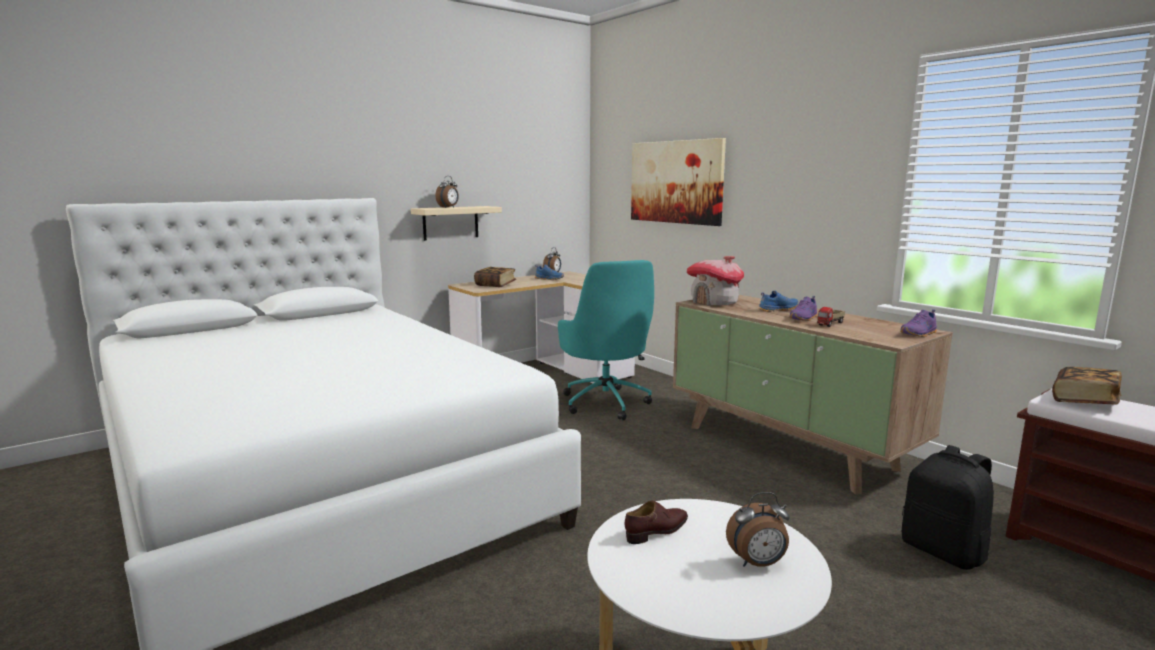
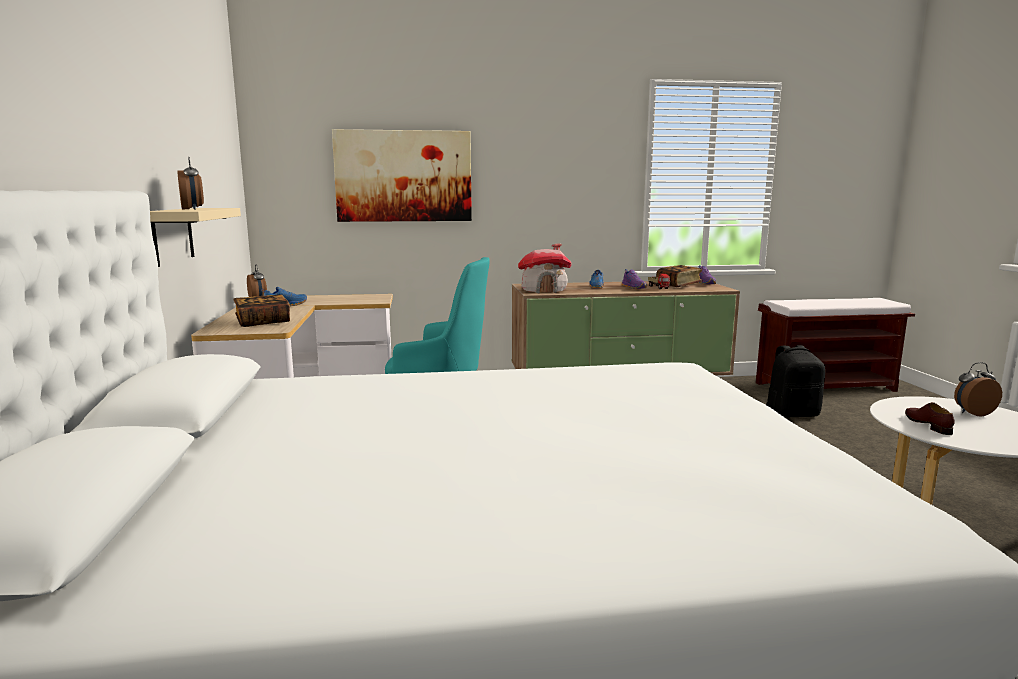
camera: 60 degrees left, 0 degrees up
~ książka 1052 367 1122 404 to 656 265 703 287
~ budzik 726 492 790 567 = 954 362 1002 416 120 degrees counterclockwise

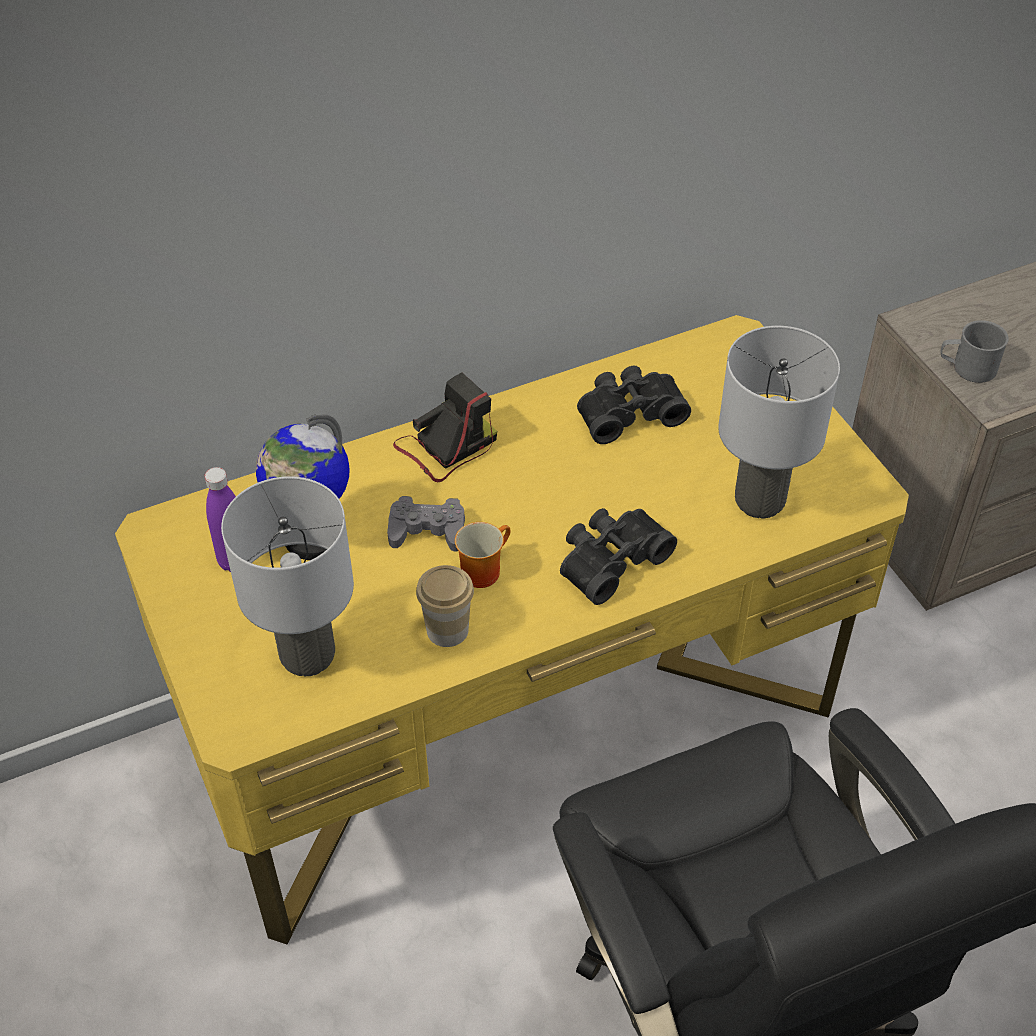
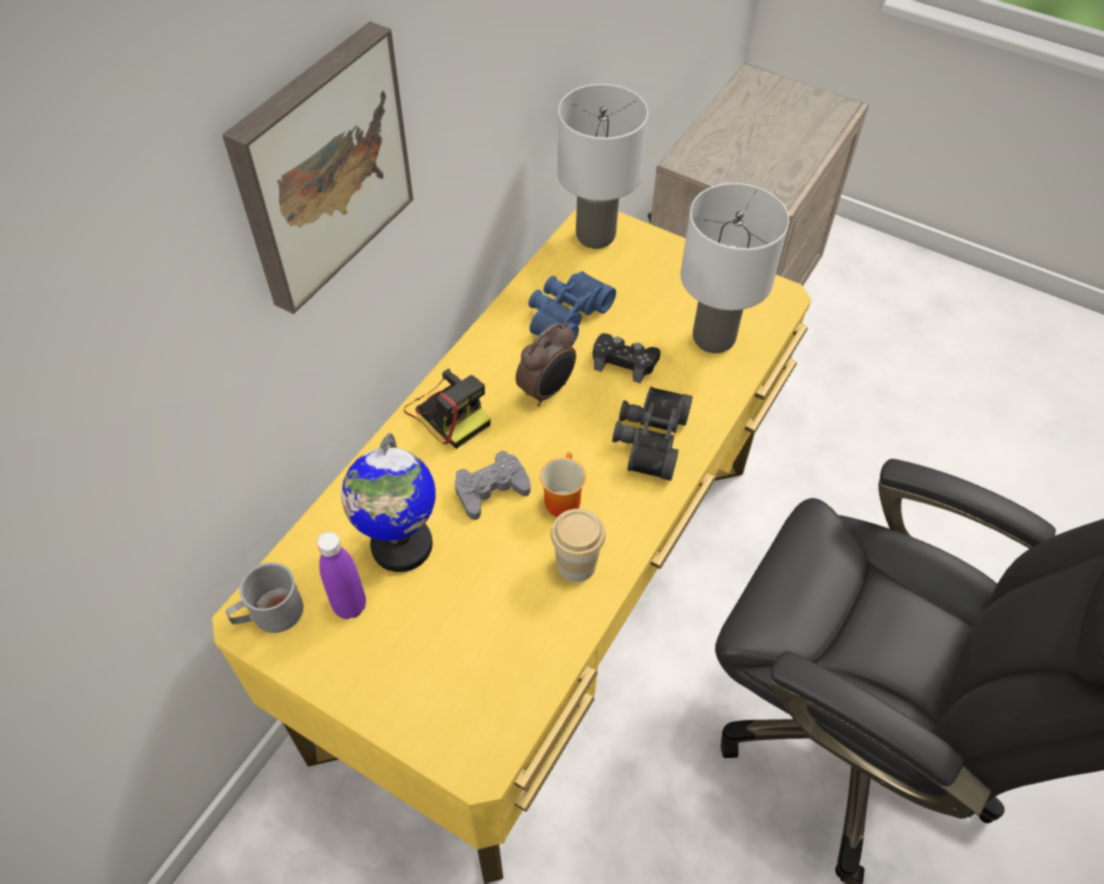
camera: 35 degrees left, 5 degrees up
~ kubek/szary 940 320 1009 383 to 226 562 303 633
~ lornetka/czarny 577 366 691 444 to lornetka/niebieski 528 271 616 346
~ aparat fotograficzny 393 372 497 482 = 404 368 491 449 120 degrees clockwise
~ lampa stołowa/biały 221 476 354 676 to 557 84 648 249
+ obraz 222 21 413 314
+ budzik 516 322 576 407
+ pad do gier/czarny 593 333 661 383

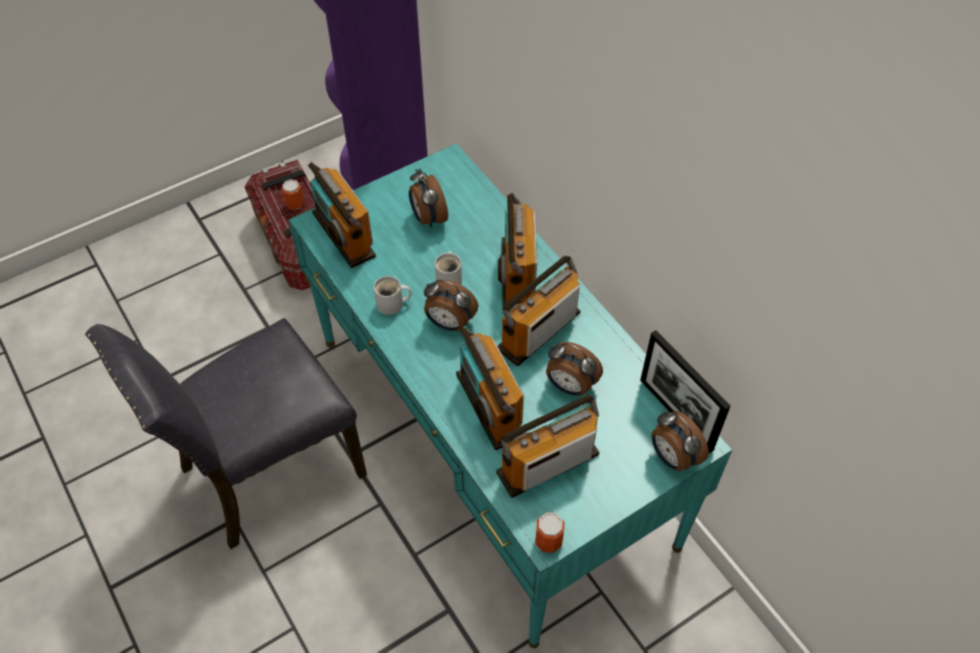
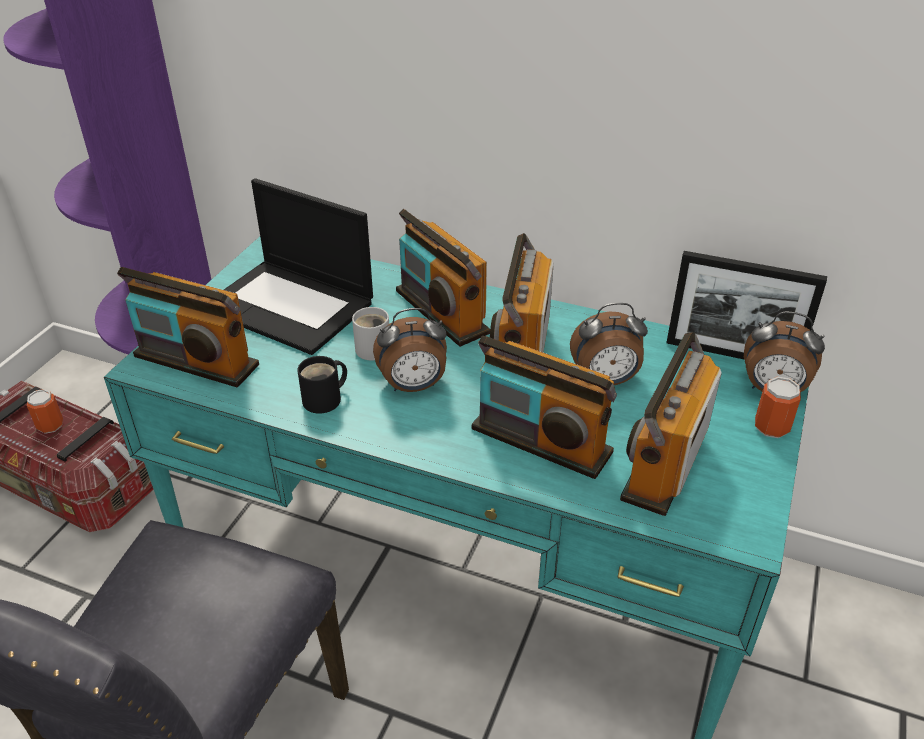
camera: 35 degrees left, 15 degrees down
~ budzik 409 169 448 228 to laptop 224 178 373 355
~ kubek/biały 374 276 412 315 to kubek/czarny 297 356 347 414
~ puszka 535 512 564 553 to 755 376 801 438

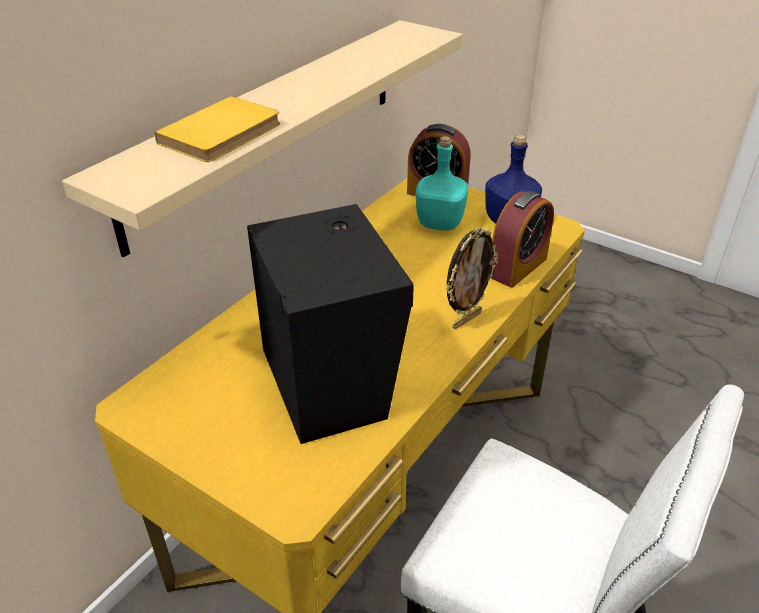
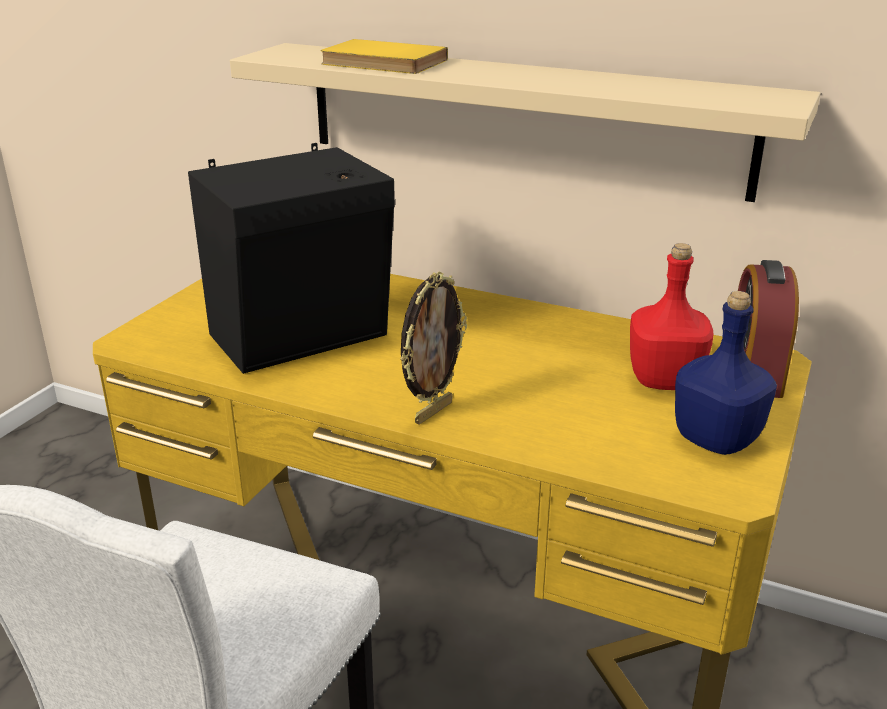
camera: 80 degrees right, 10 degrees down
~ butelka/turkusowy 416 136 468 230 to butelka/czerwony 630 243 714 390
- budzik 491 191 554 288
~ ramka na zdjęcie 446 227 498 329 = 401 271 467 425 90 degrees counterclockwise

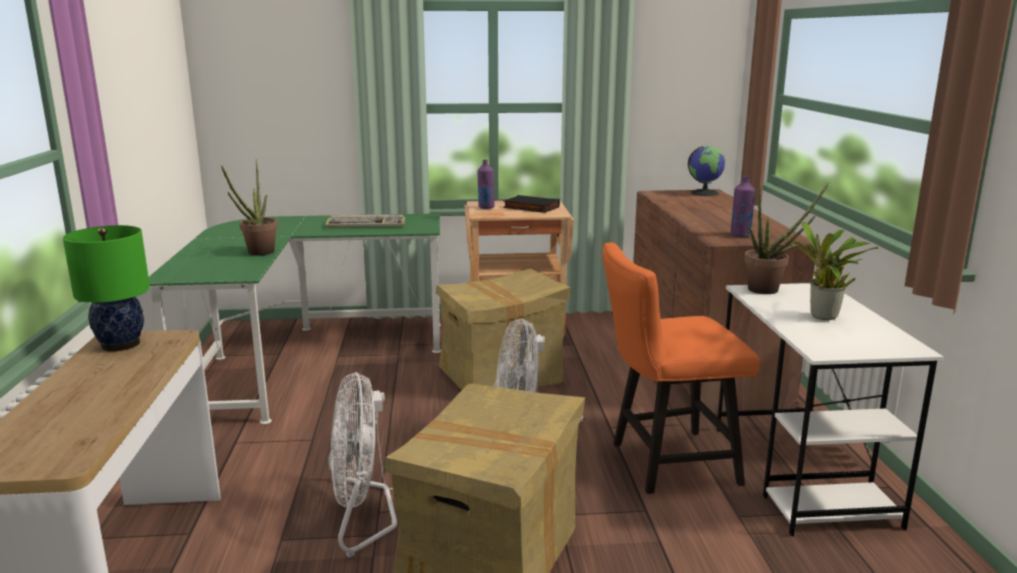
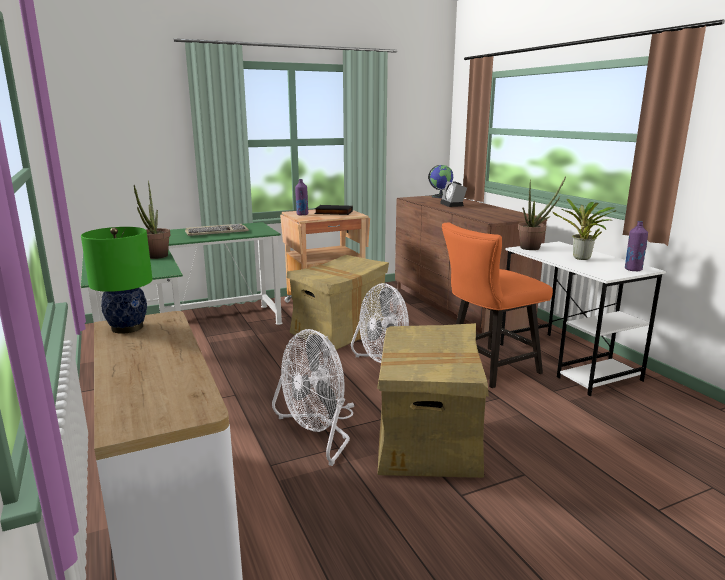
camera: 20 degrees left, 0 degrees up
~ butelka/fioletowy 731 176 755 237 to 625 221 648 271
+ budzik 440 181 467 207

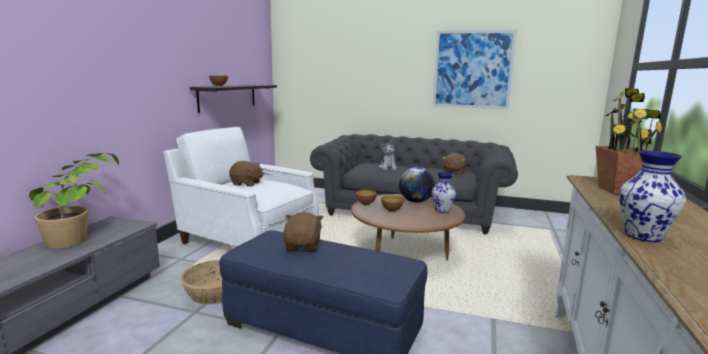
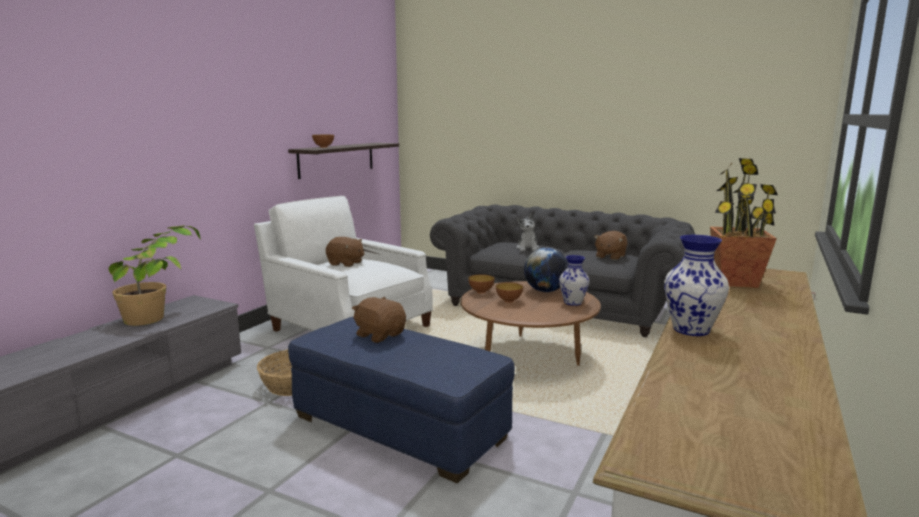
camera: 10 degrees right, 0 degrees up
- obraz 433 30 517 109
~ pluszak/brązowy 283 212 324 252 = 352 297 406 343 60 degrees counterclockwise

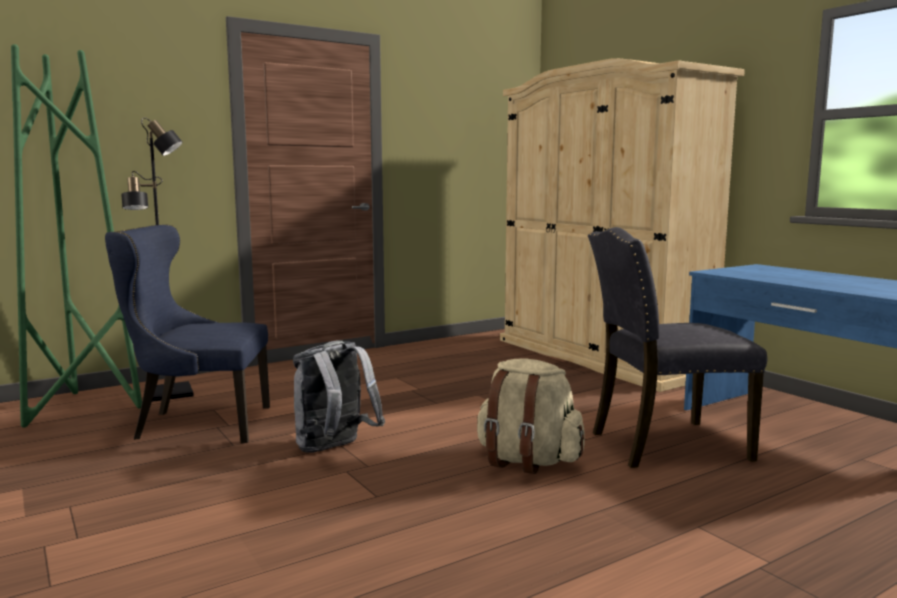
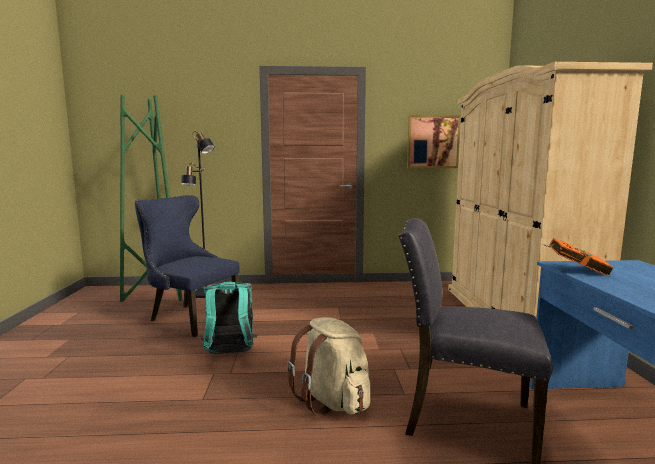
camera: 30 degrees right, 0 degrees up
~ plecak/szary 293 340 385 453 to plecak/turkusowy 201 282 257 354
+ obraz 407 115 461 168
+ książka/pomarańczowy 545 238 614 276

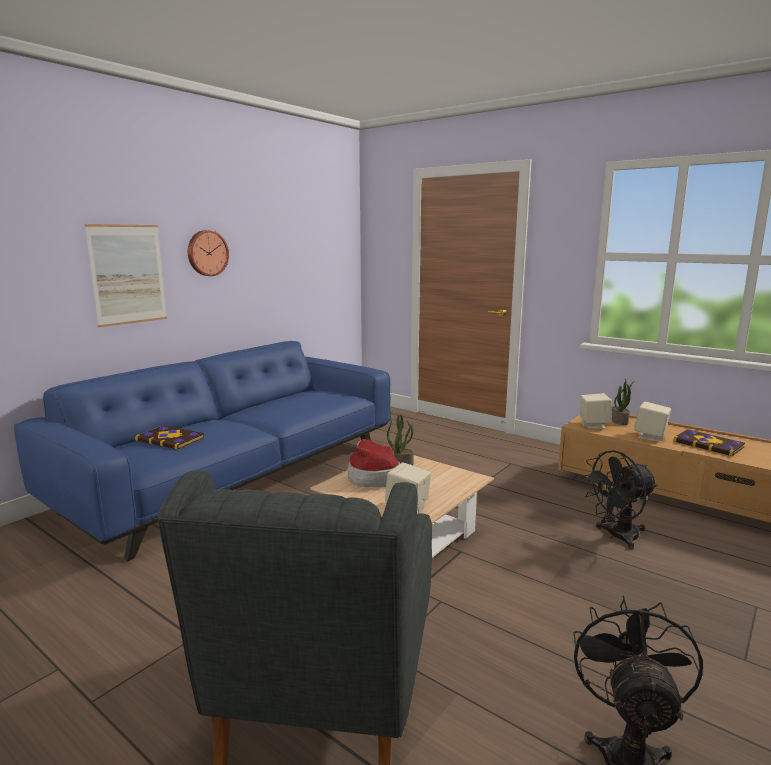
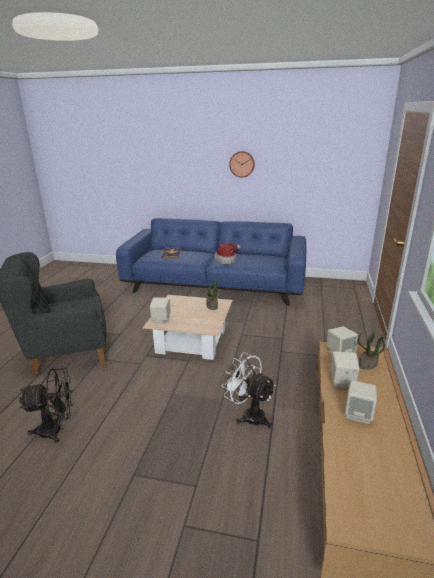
camera: 65 degrees right, 10 degrees up
- obraz 85 224 167 327
~ książka 673 429 745 456 to głośnik/beżowy 345 380 377 424
~ kapelusz 348 439 401 487 to 214 242 241 265
~ wentylator/czarny 581 450 658 549 to wentylator/biały 222 352 276 428

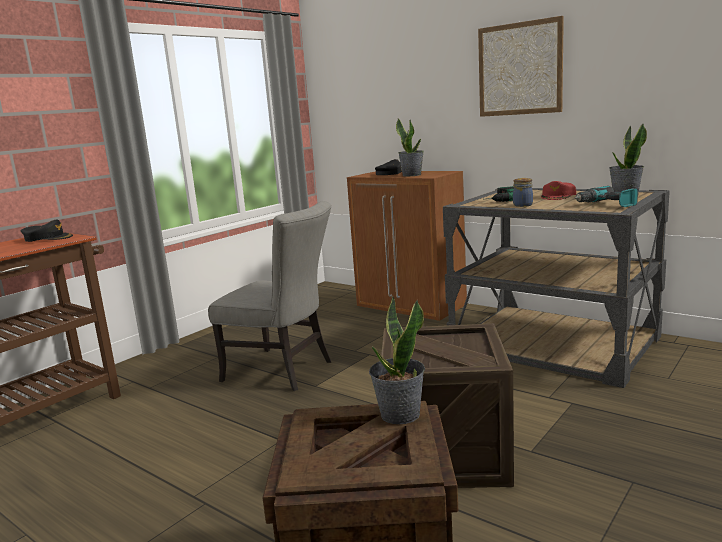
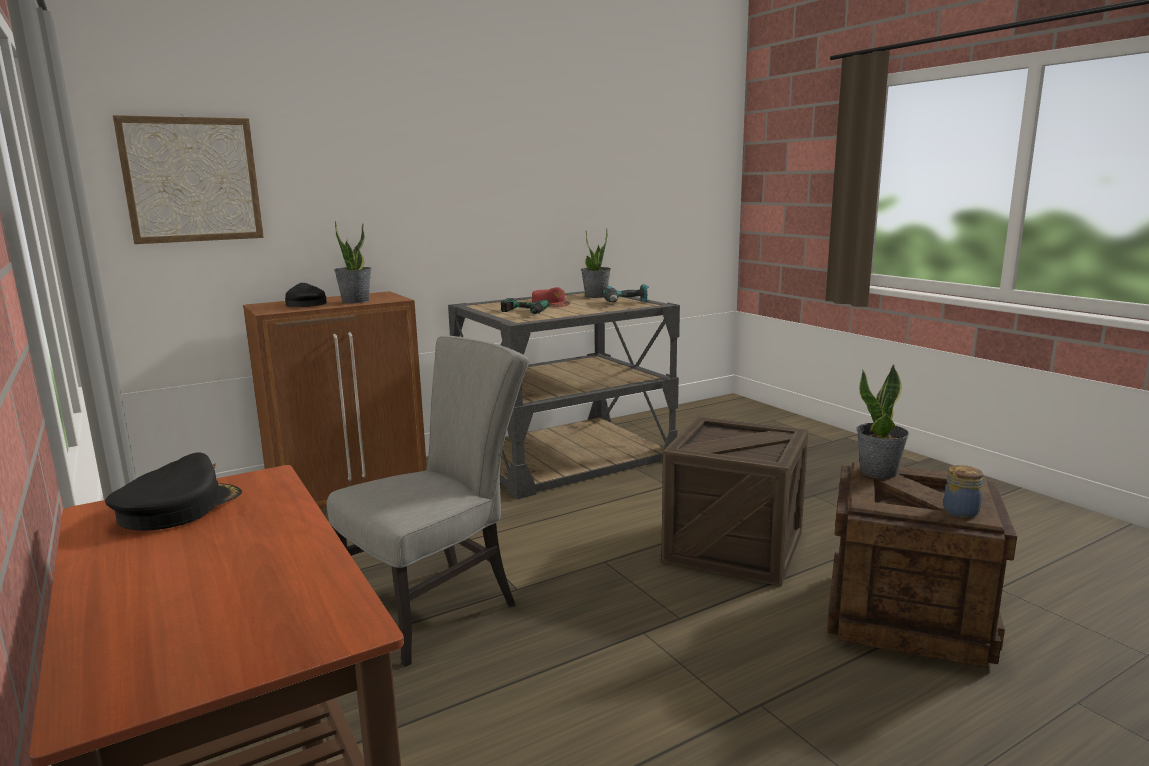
camera: 70 degrees left, 0 degrees up
~ obraz 478 16 564 117 to 113 114 264 244
~ słoik 513 178 533 207 to 943 465 983 518

